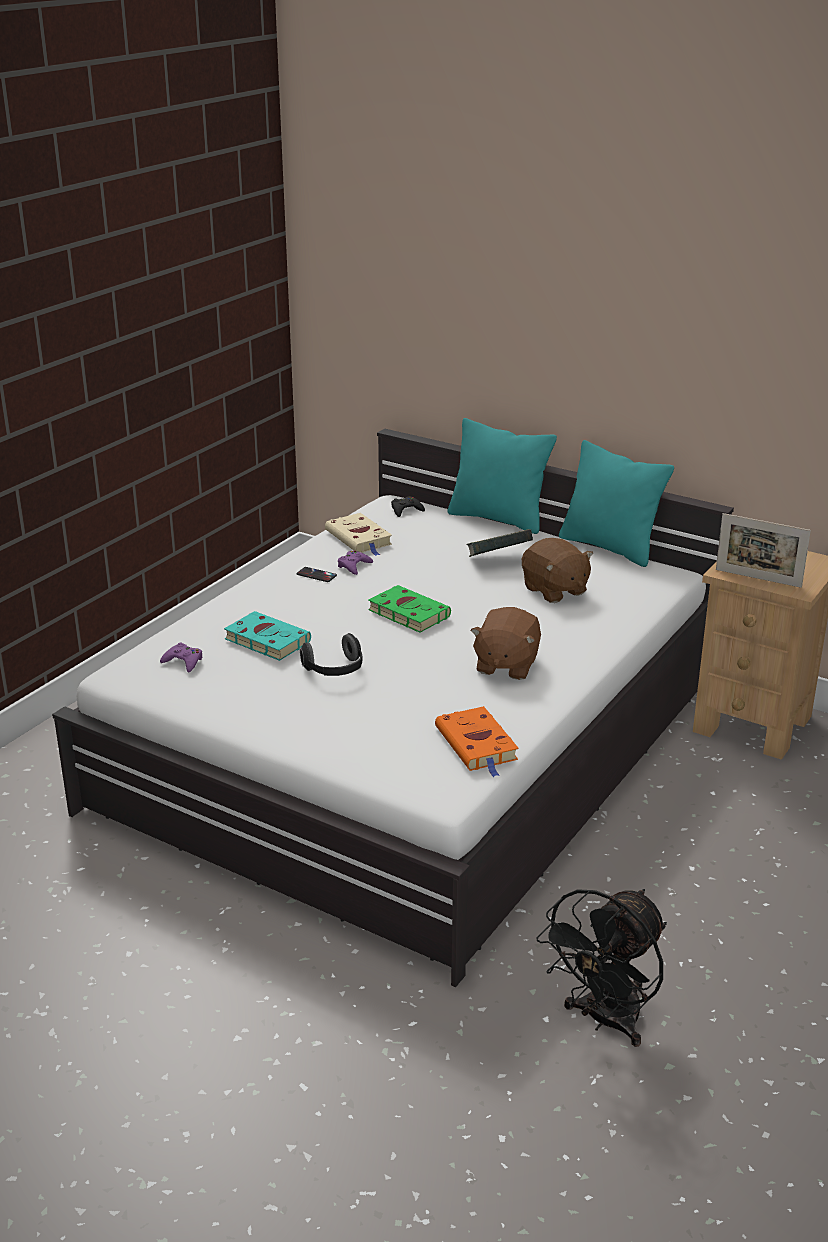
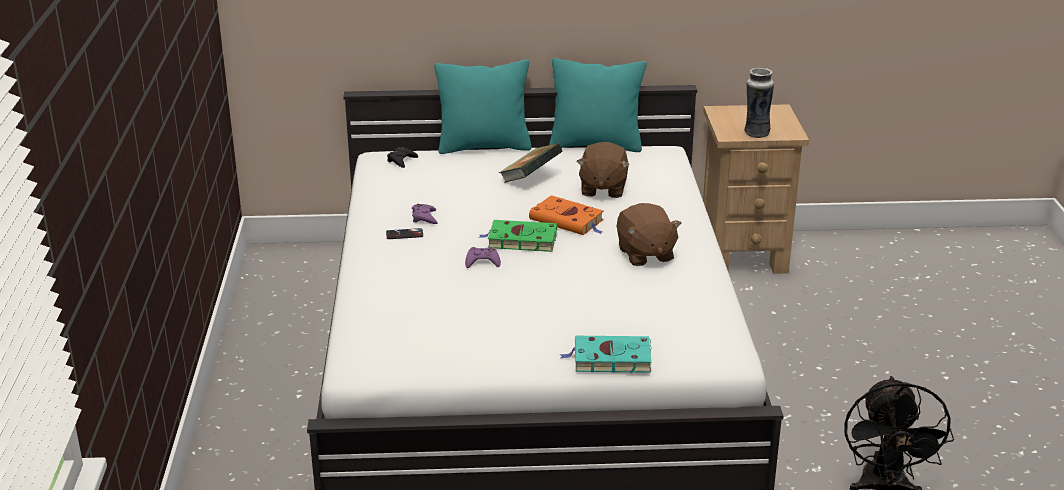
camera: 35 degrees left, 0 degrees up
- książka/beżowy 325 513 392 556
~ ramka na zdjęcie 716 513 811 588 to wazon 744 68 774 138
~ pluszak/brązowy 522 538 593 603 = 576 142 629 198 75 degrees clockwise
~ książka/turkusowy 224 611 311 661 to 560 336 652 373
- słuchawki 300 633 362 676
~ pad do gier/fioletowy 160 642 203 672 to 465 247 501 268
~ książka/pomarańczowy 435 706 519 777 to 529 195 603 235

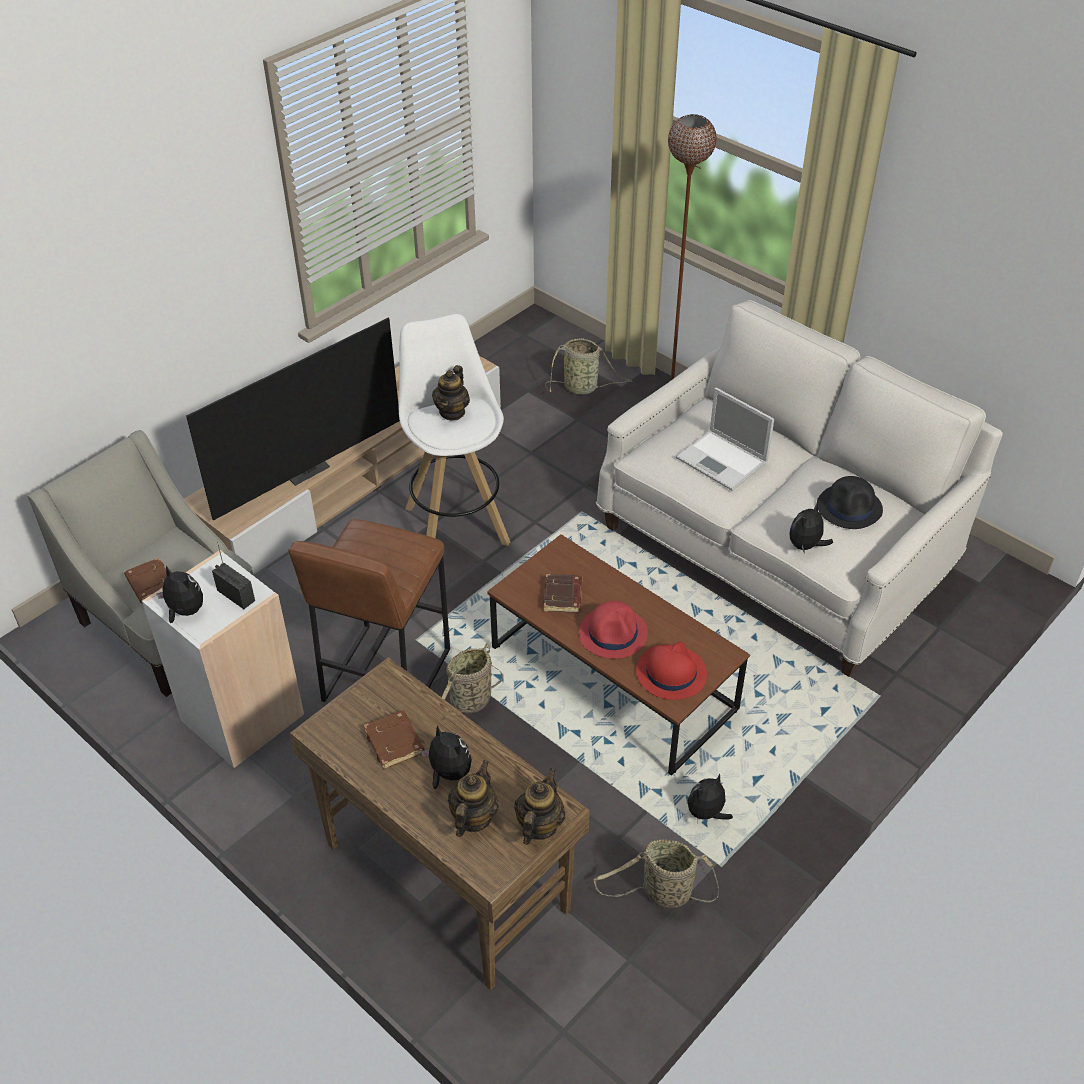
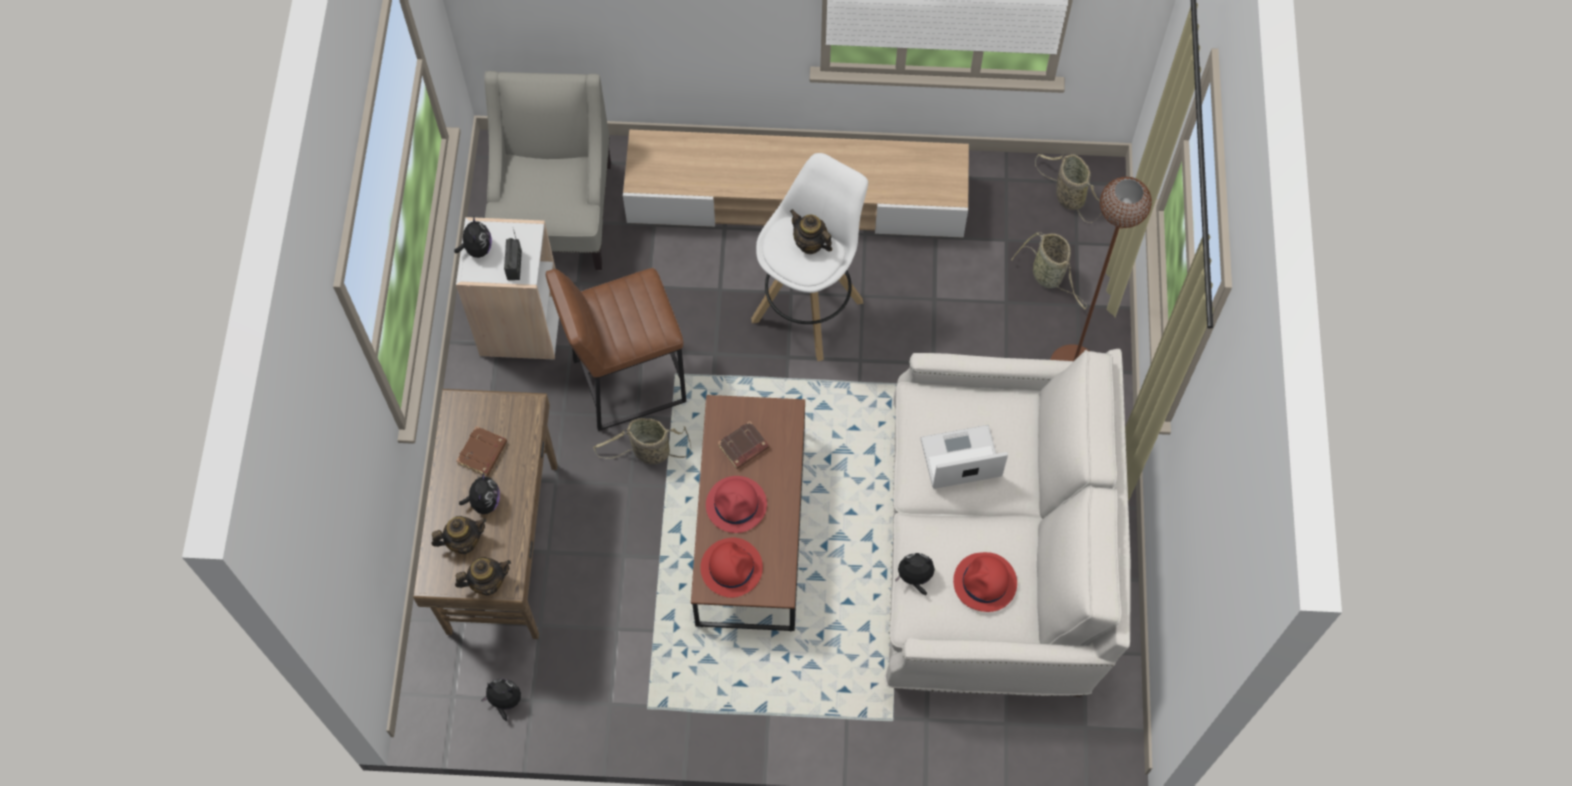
camera: 50 degrees right, 20 degrees up
- telewizor 186 318 400 521
~ imbryk 432 365 470 421 = 790 209 832 254 60 degrees clockwise
~ laptop 676 388 774 491 = 920 425 1008 489 75 degrees clockwise
~ kapelusz/czarny 817 476 883 529 to kapelusz/czerwony 953 552 1017 612
- książka/brązowy 124 558 167 603
~ pluszak 688 774 733 824 to 481 679 521 721
~ koszyk 594 839 719 908 to 1035 154 1103 223

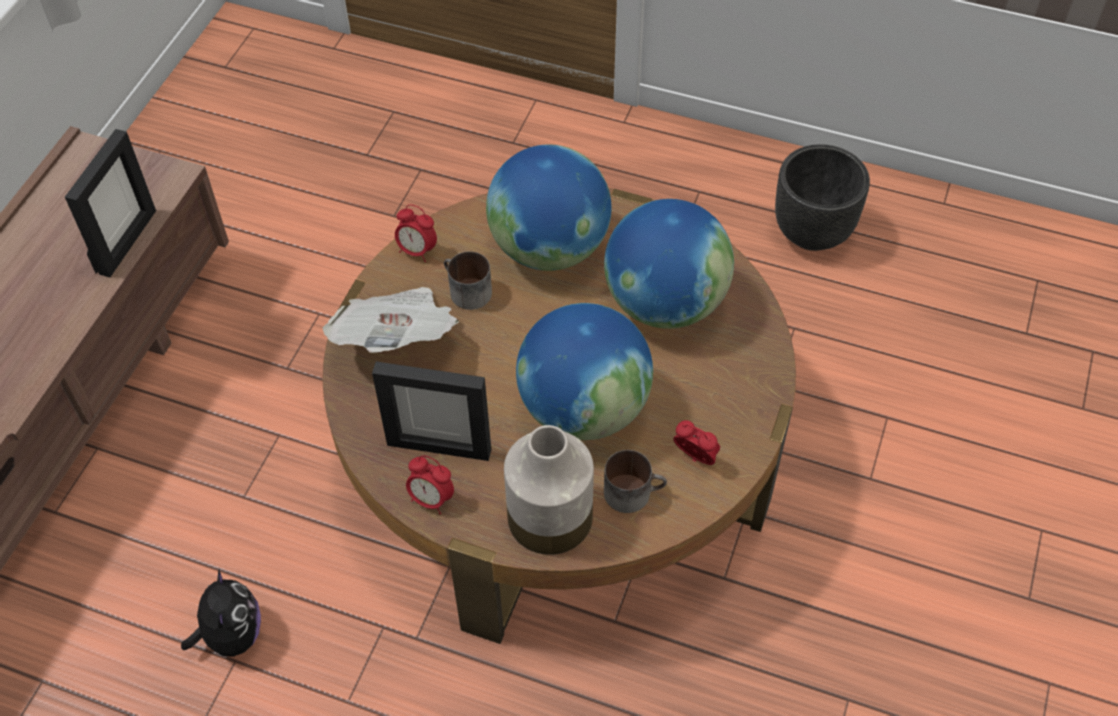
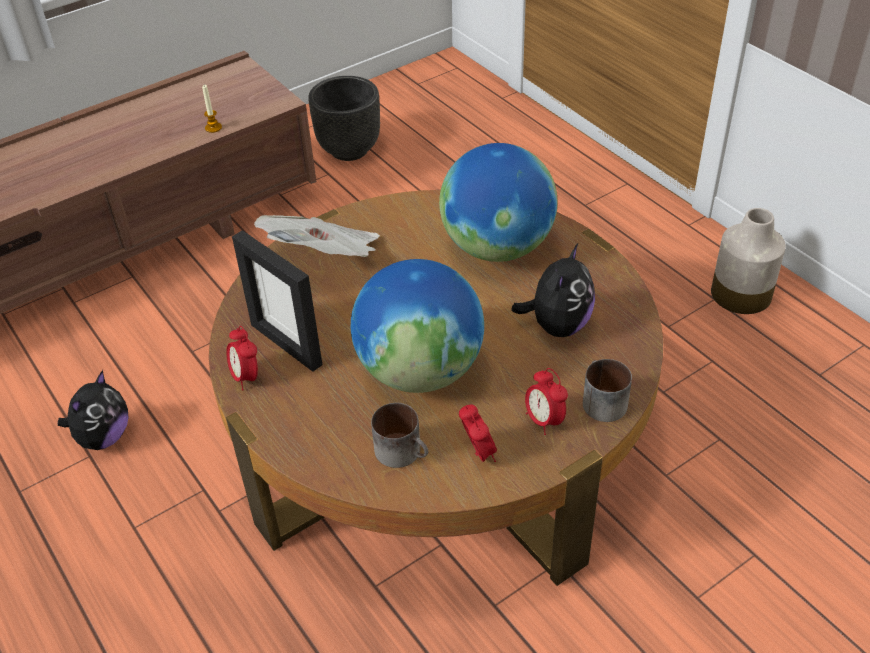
camera: 35 degrees right, 10 degrees down
~ ramka na zdjęcie 65 129 156 277 to świeca 202 85 222 133
~ donica/czarny 775 144 870 251 to 308 76 380 161
~ globus 604 199 734 329 to pluszak 511 243 595 337
~ budzik 395 204 437 262 to 525 368 568 435
~ kubek 444 251 492 310 to 583 359 632 422
~ wazon/beżowy 504 425 594 555 to 711 208 786 314

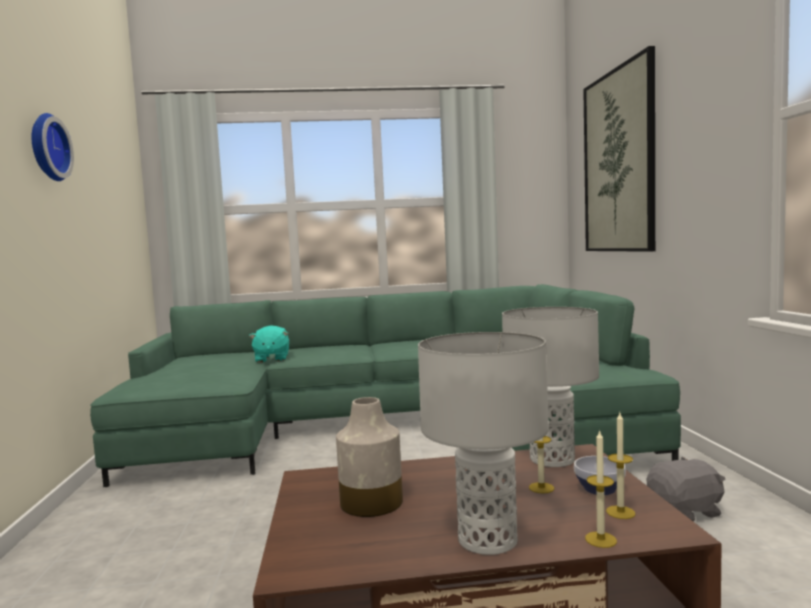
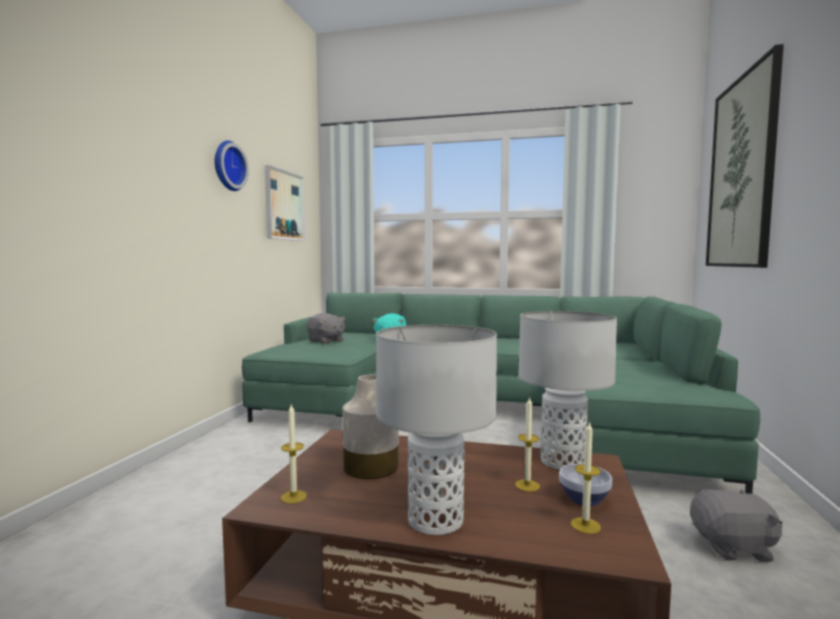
camera: 20 degrees right, 0 degrees up
~ świeca 585 429 617 548 to 281 405 307 503
+ obraz 265 165 305 241
+ pluszak/szary 307 313 346 344

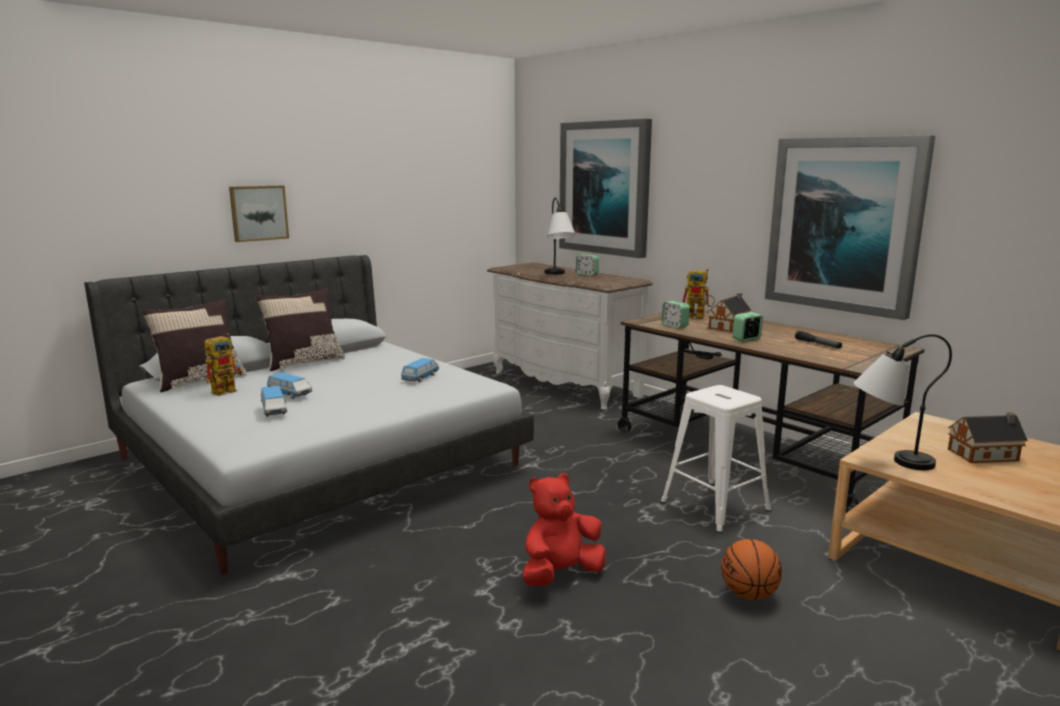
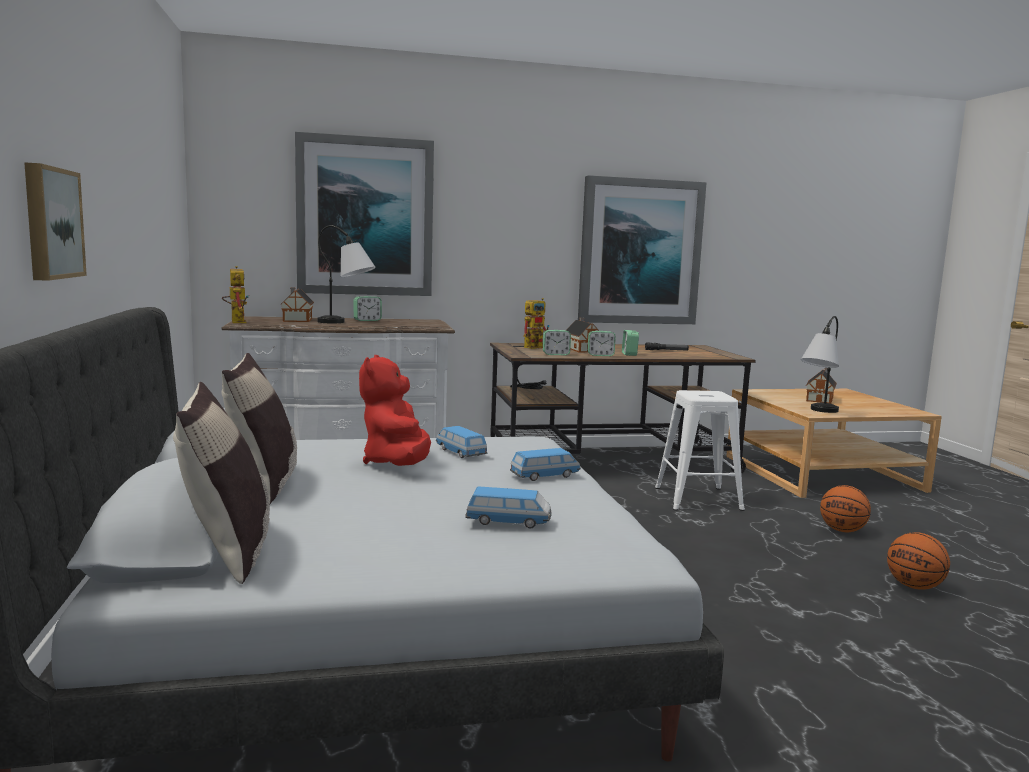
camera: 60 degrees left, 5 degrees down
~ robot zabawkowy 205 333 243 396 to 222 266 249 323
~ samochodzik 267 372 313 399 to 510 448 581 481
~ pluszak/czerwony 522 473 605 586 to 359 355 431 466
+ domek 280 287 314 322
+ budzik 588 331 616 356
+ piłka do koszykówki 887 532 950 590

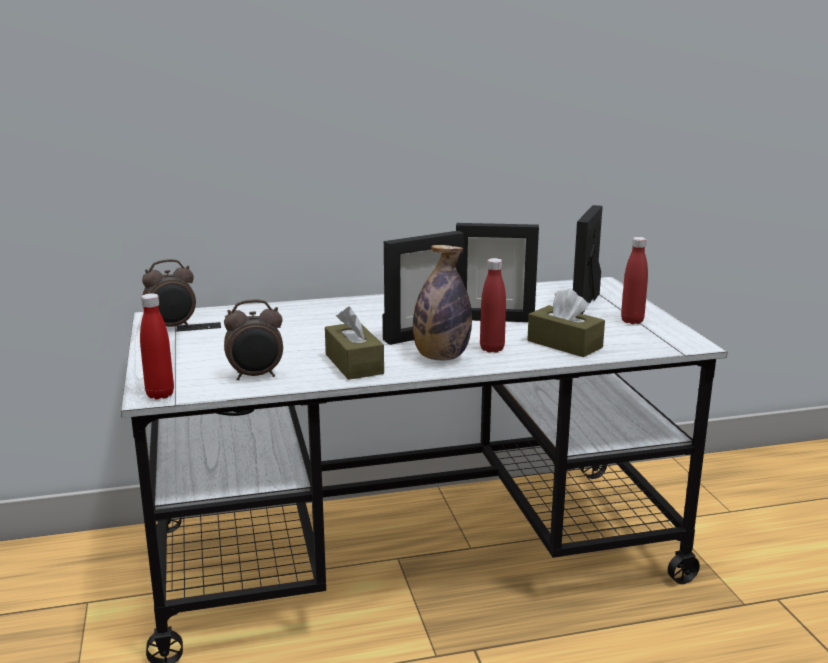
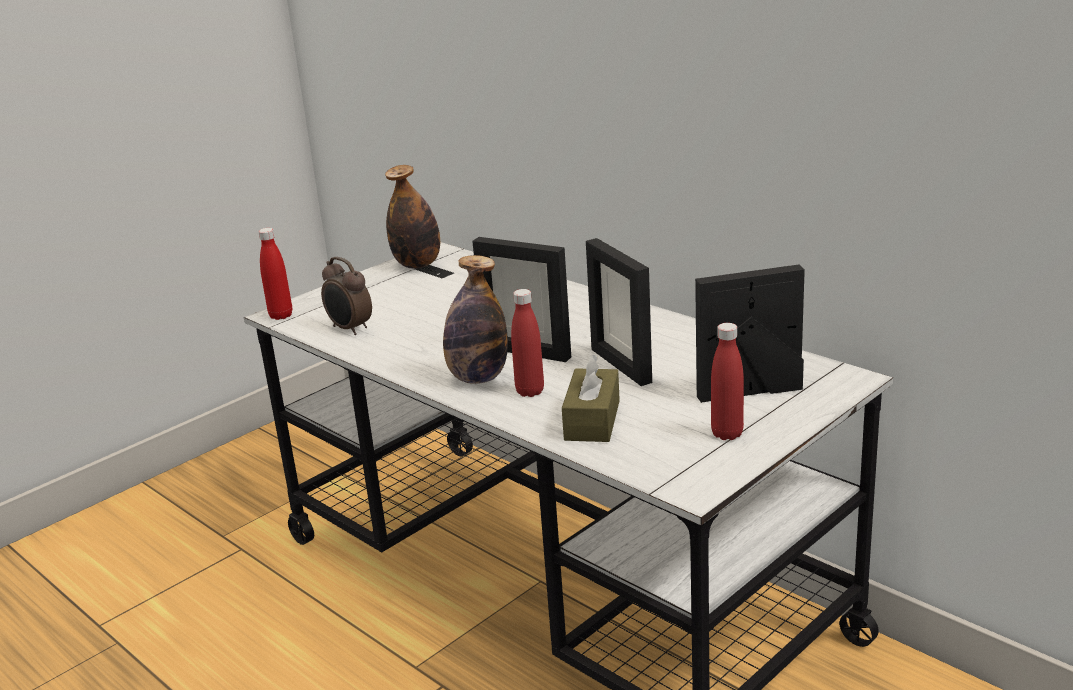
camera: 60 degrees right, 5 degrees up
~ budzik 142 259 196 327 to butelka 385 165 440 269
- pudełko chusteczek/brązowy 325 307 384 380

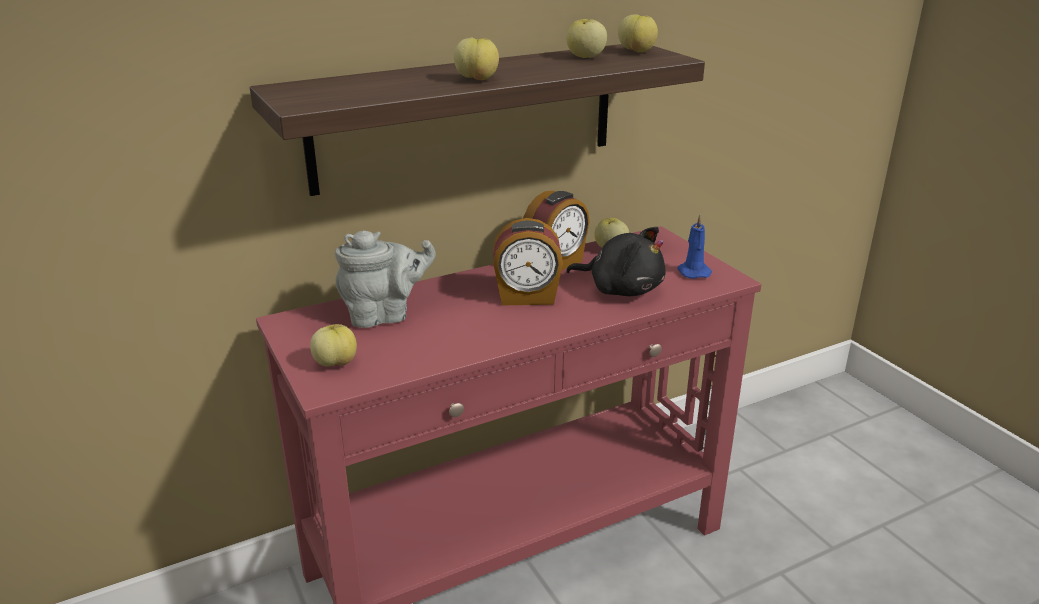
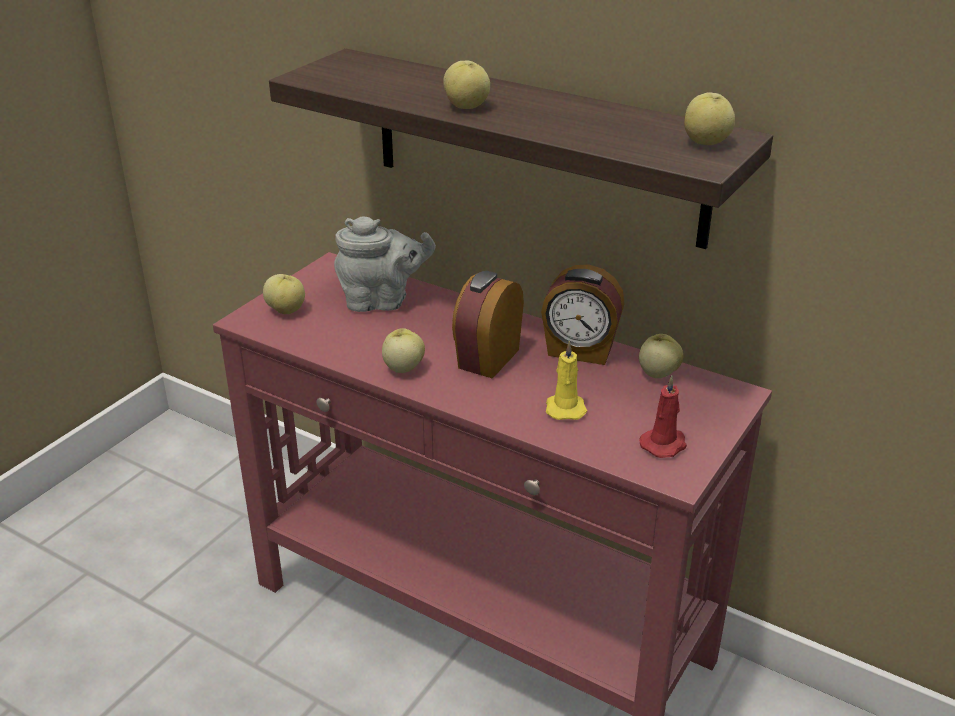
camera: 60 degrees right, 5 degrees up
~ jabłko 567 19 607 58 to 382 328 425 373
~ świeca/niebieski 677 214 712 279 to świeca/czerwony 639 375 687 458
~ budzik 493 218 563 305 = 452 271 524 379 60 degrees clockwise
~ pluszak/czarny 566 227 666 296 to świeca/żółty 546 340 587 420
~ imbryk/szary 335 231 436 328 = 334 217 436 312 45 degrees counterclockwise

